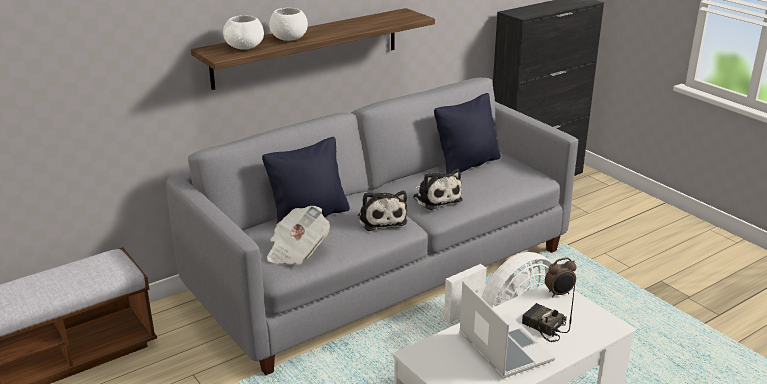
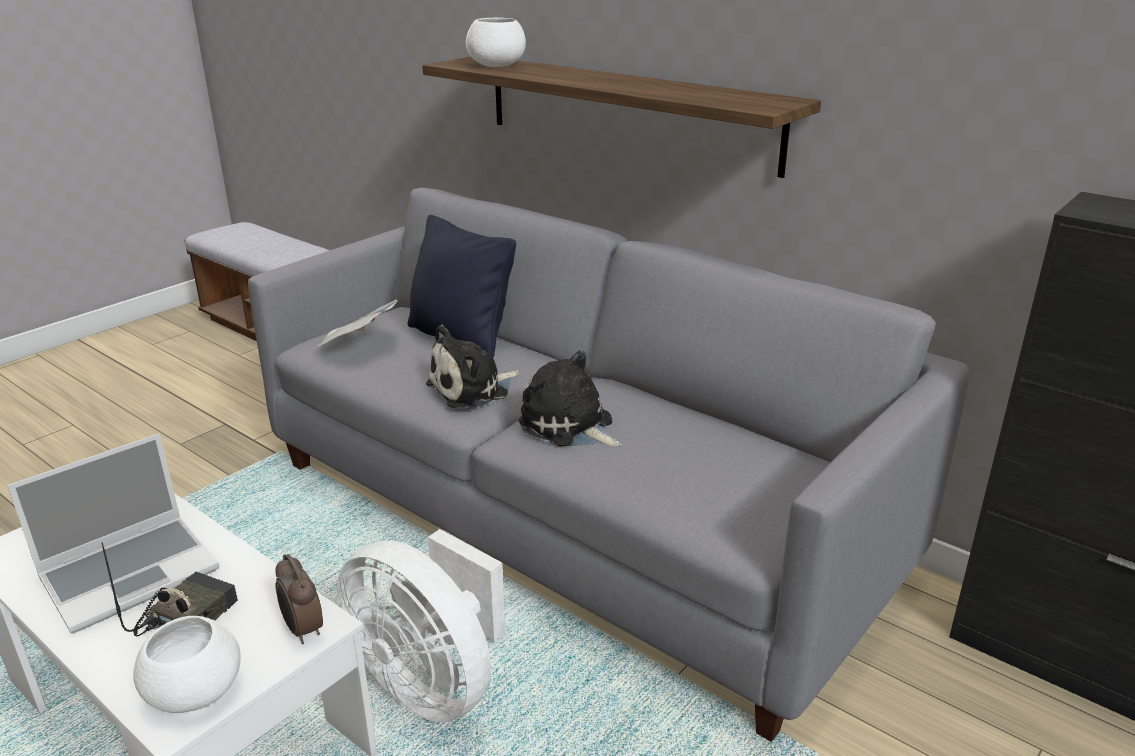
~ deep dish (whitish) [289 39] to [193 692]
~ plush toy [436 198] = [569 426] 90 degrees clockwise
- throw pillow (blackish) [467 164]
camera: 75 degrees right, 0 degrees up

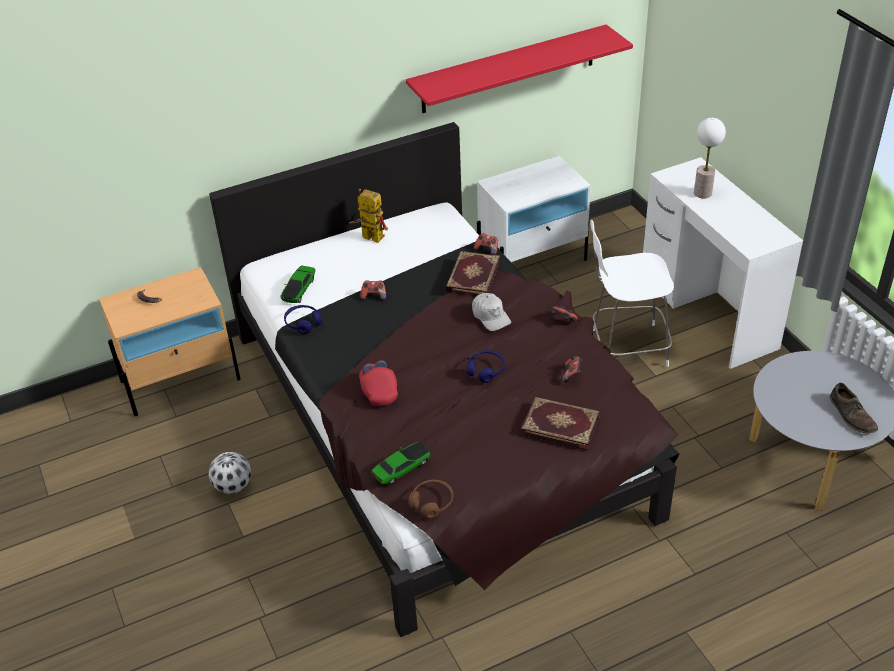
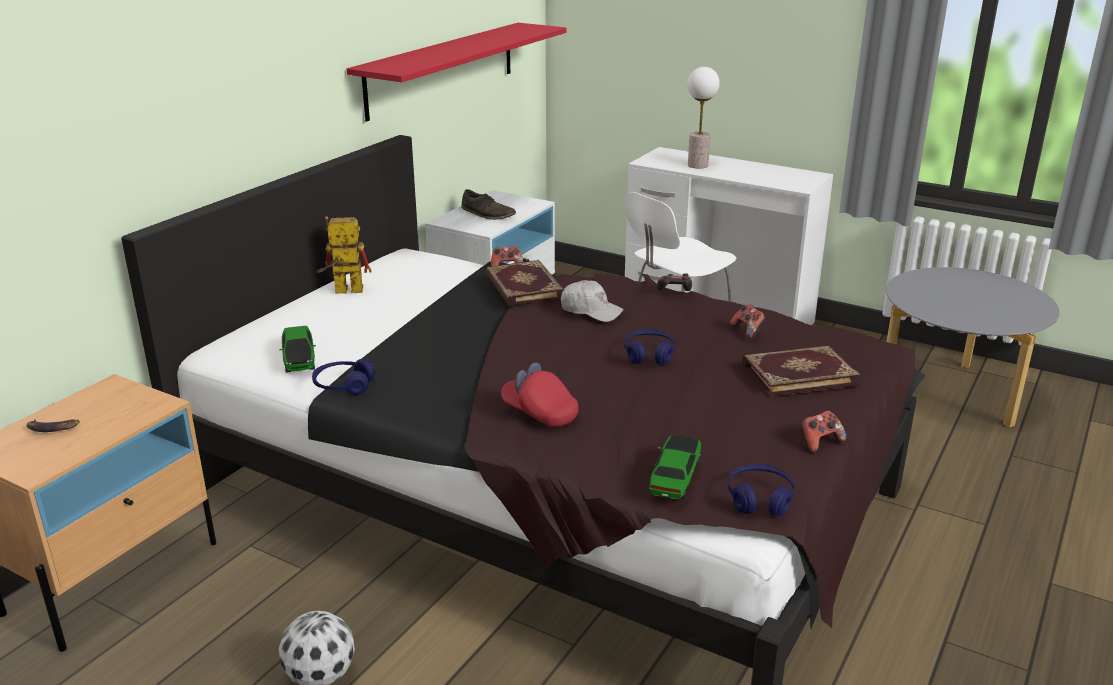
~ game controller [374 296] to [819 442]
~ headset (brownish) [432 503] to headset (blue-coloured) [759 499]
~ low shoe (brownish) [852 415] to [488 214]
camera: 35 degrees left, 15 degrees down

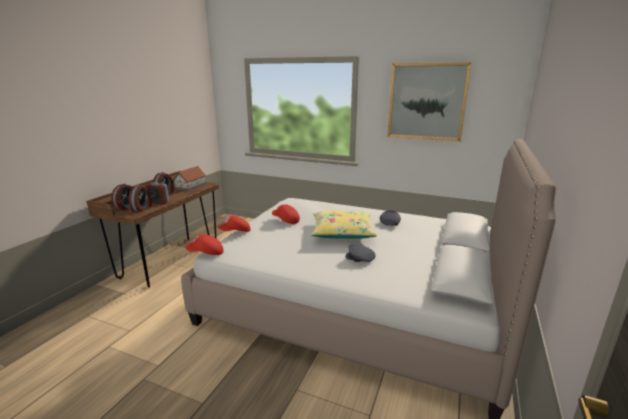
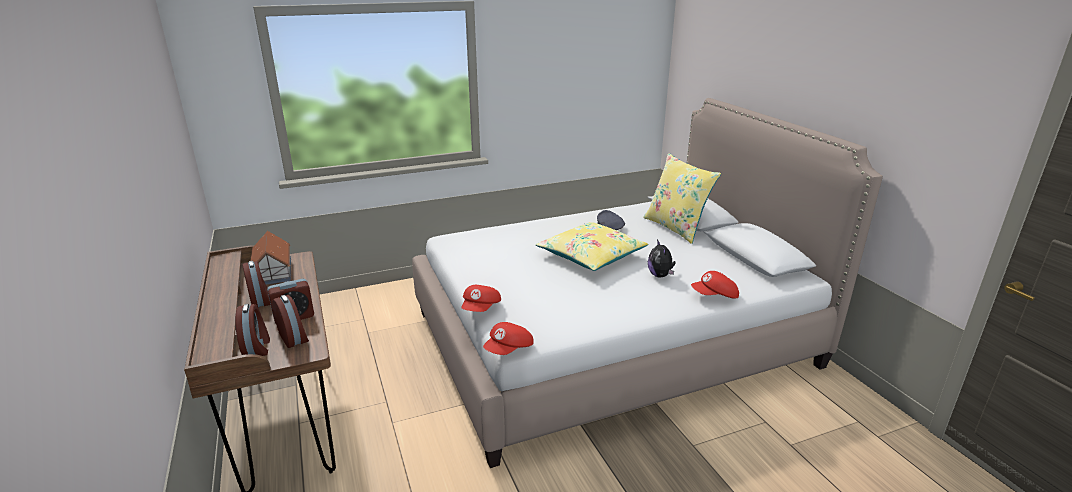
~ peaked cap (red-coloured) [285 220] to [715 296]
~ peaked cap (gray) [360 258] to plush toy [660 275]
- wall art [426 102]
+ throw pillow (yellow-coloured) [676 228]
camera: 45 degrees left, 5 degrees up

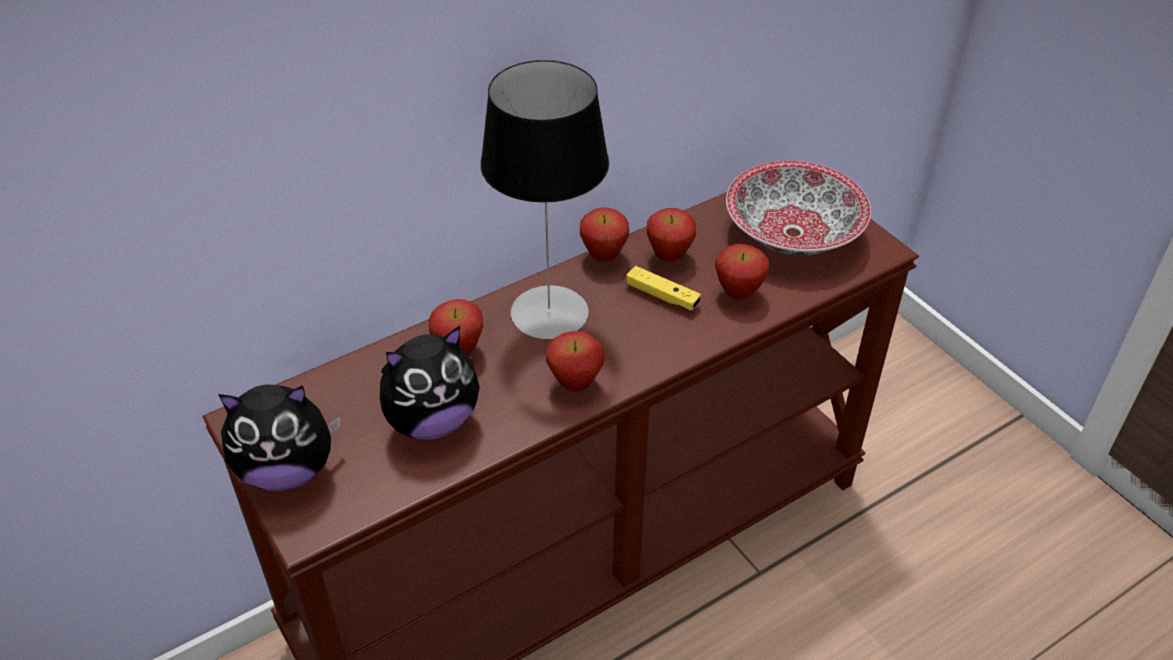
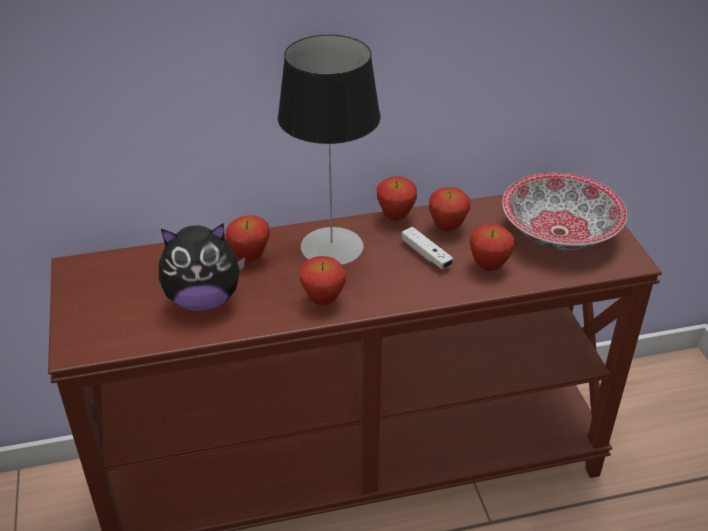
- plush toy [287 470]
~ game controller (yellow-coloured) [662 296] to game controller (whitish) [426 254]
camera: 20 degrees right, 5 degrees down

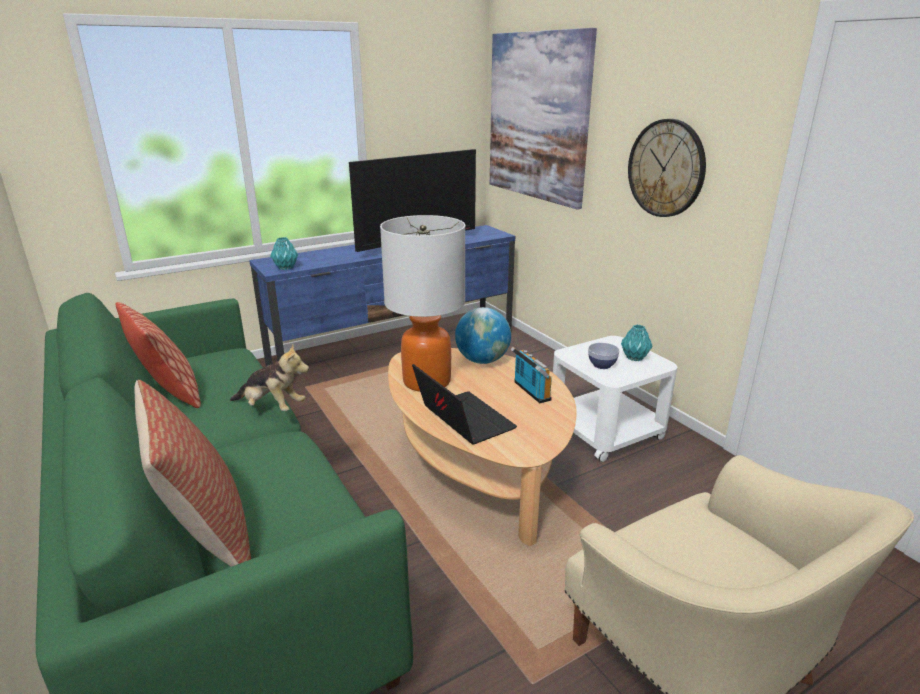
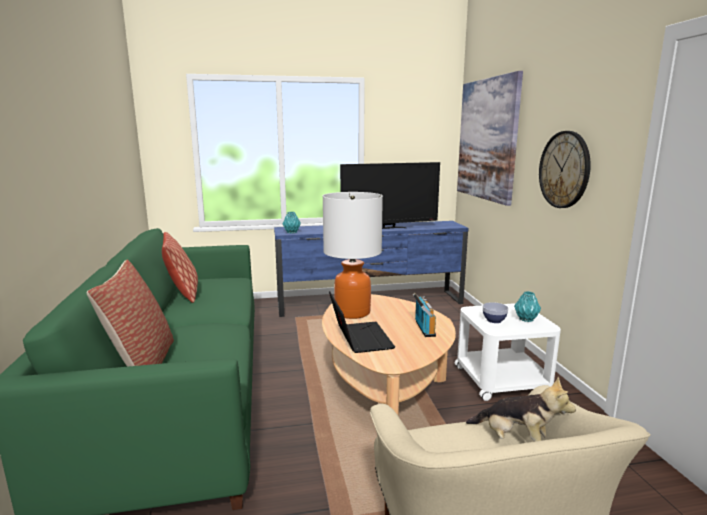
~ plush toy [272 407] to [516 442]
- desk globe [482 360]
camera: 20 degrees right, 10 degrees down

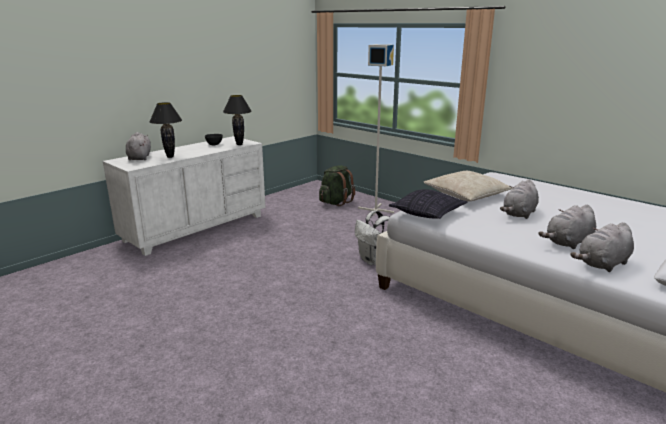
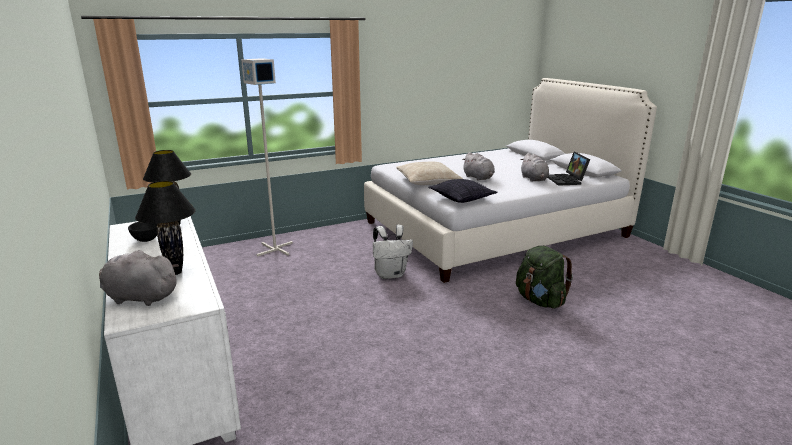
~ rucksack (green-coloured) [336 202] to [540 301]
~ plush toy (gray) [602 264] to laptop [567 180]
camera: 70 degrees left, 0 degrees up

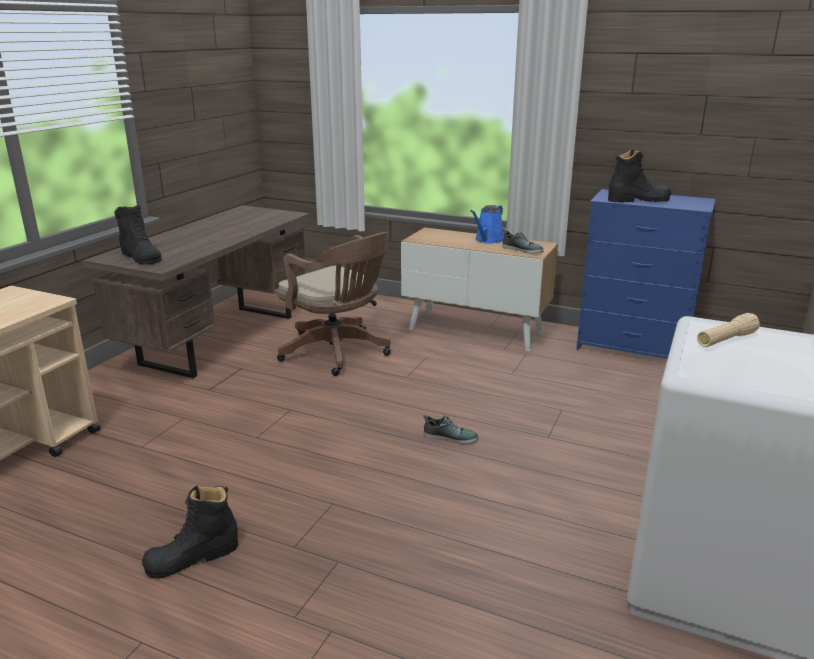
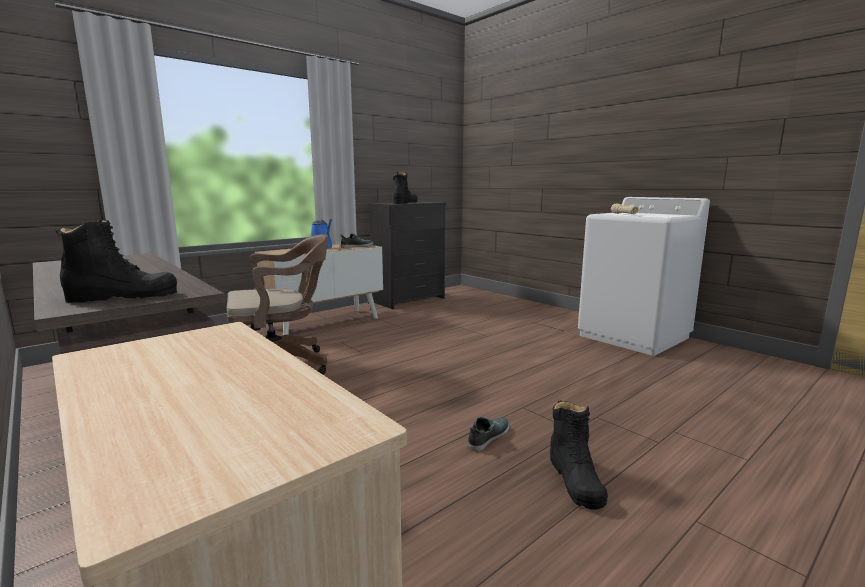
~ low shoe [450 437] to [488 437]
~ drawer chest (blue-coloured) [633 348] to drawer chest (blackish) [410 300]
camera: 65 degrees left, 10 degrees down

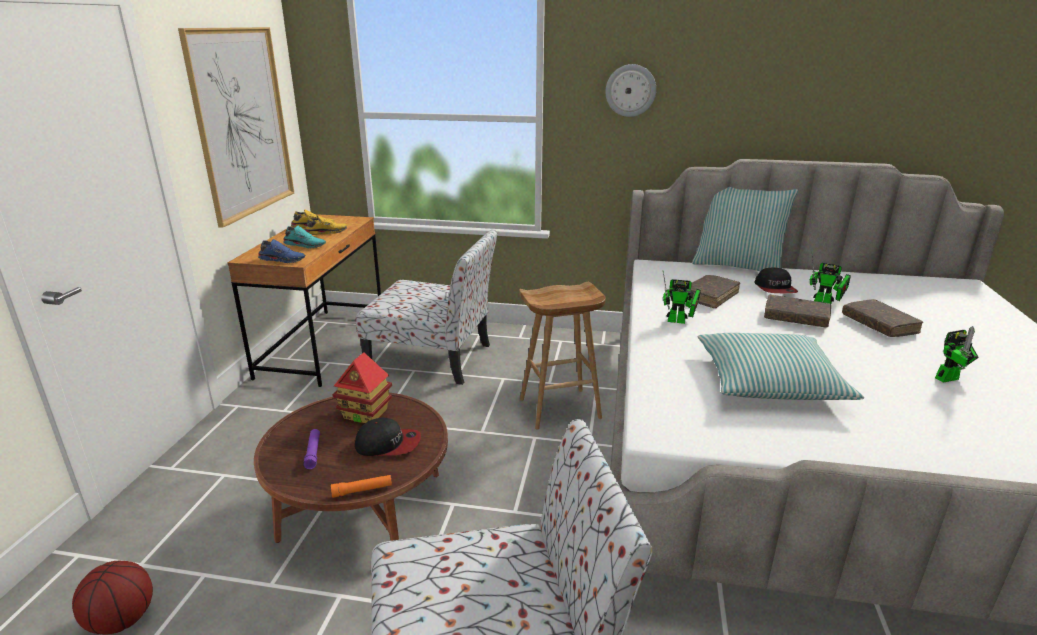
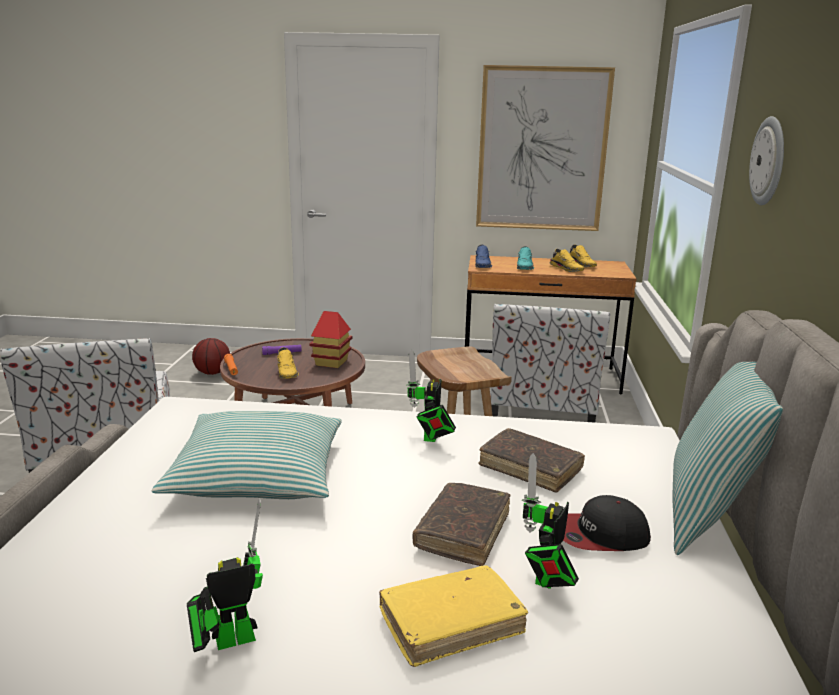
~ peaked cap [388 444] to low shoe (yellow-coloured) [287 372]
~ volume (brownish) [879 325] to volume (yellow-coloured) [451 623]
~ robot figure [949 378] = [228 641] 90 degrees clockwise
camera: 85 degrees right, 5 degrees down

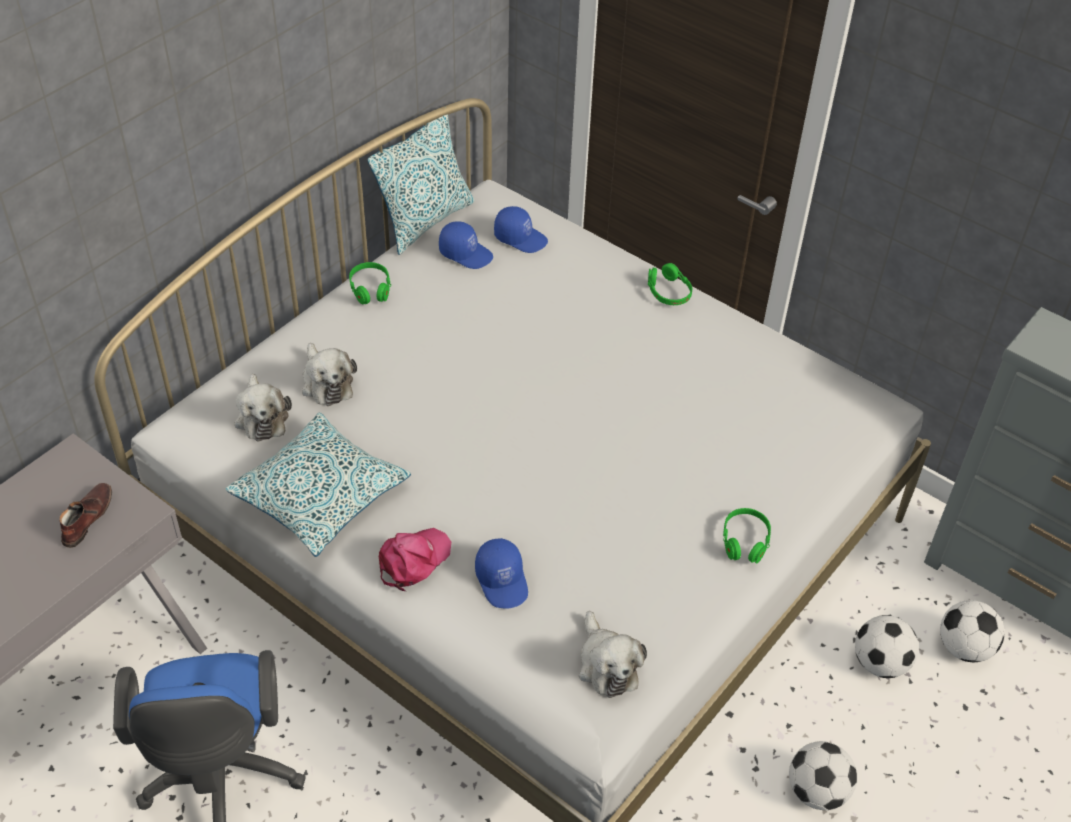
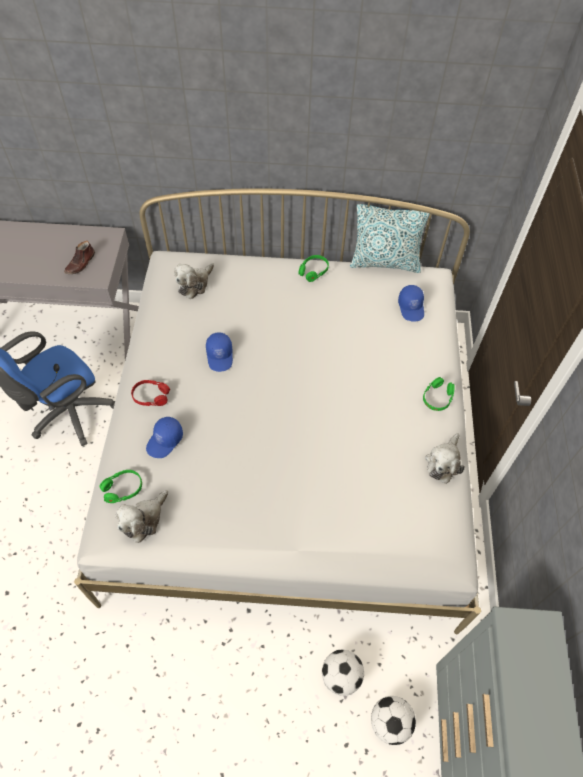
~ low shoe (brownish) [87 518] = [81 263] 135 degrees clockwise
- throw pillow [320 495]
~ plush toy [326 383] to [443 462]
~ peaked cap (pinkish) [413 560] to headset (red-coloured) [151 396]
~ peaked cap (blue-coloured) [466 253] to [220 356]
~ headset (green-coloured) [745 541] to [123 489]
- football ball [817 791]
camera: 55 degrees right, 10 degrees up

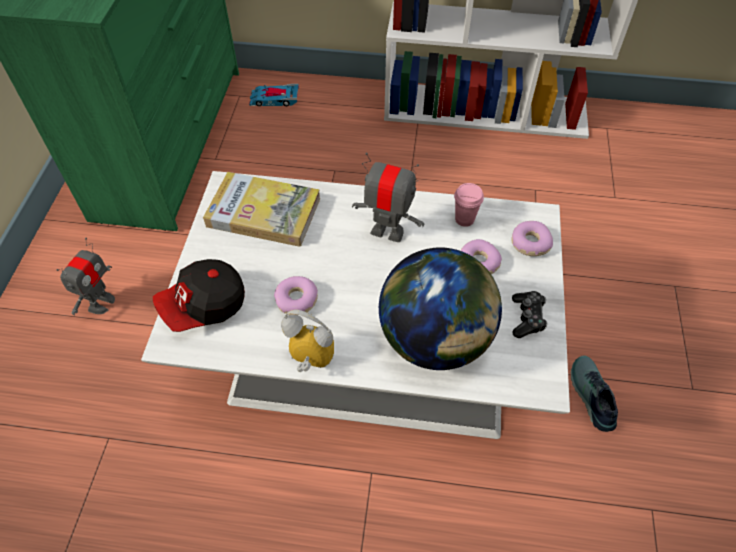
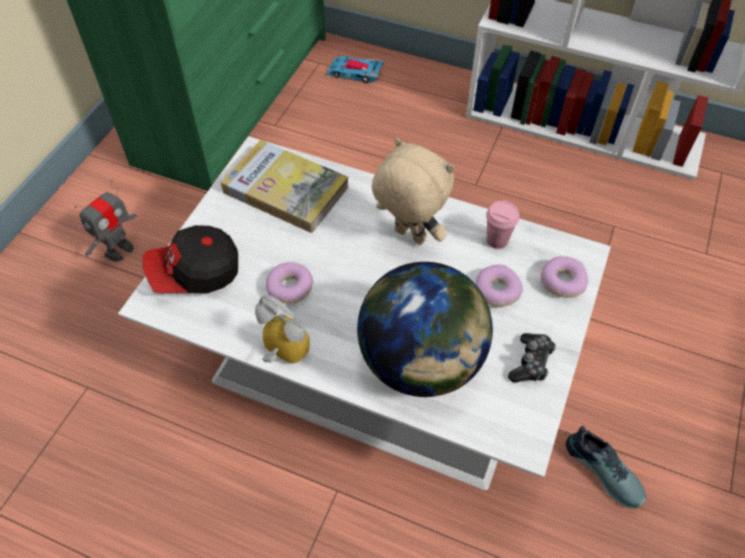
~ robot figure [387 232] to plush toy (beige-coloured) [408 236]
~ low shoe [590 396] = [605 470] 135 degrees clockwise
camera: 15 degrees right, 0 degrees up

